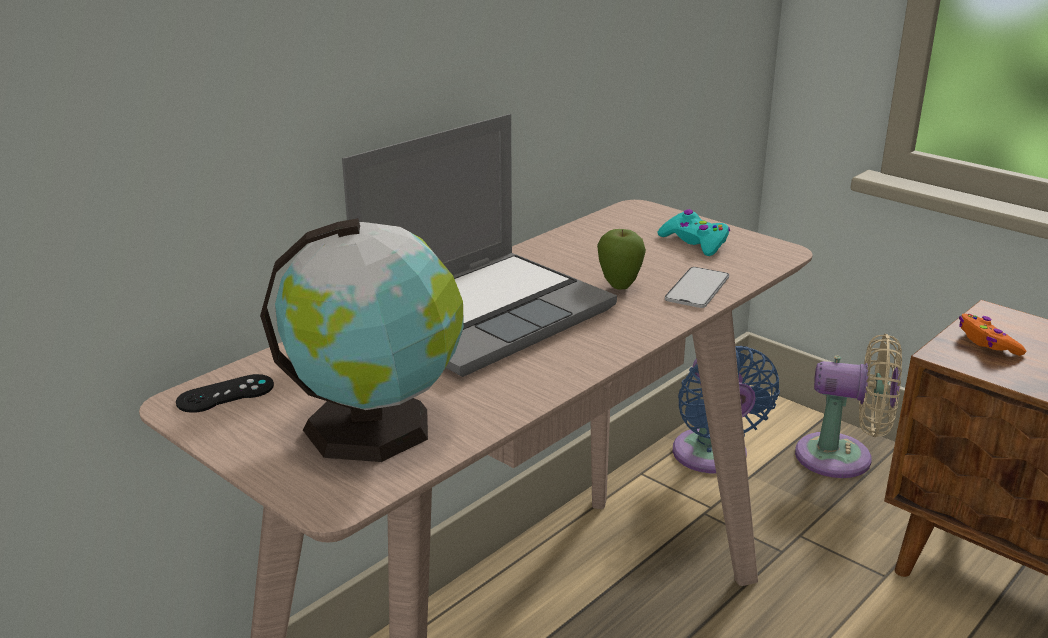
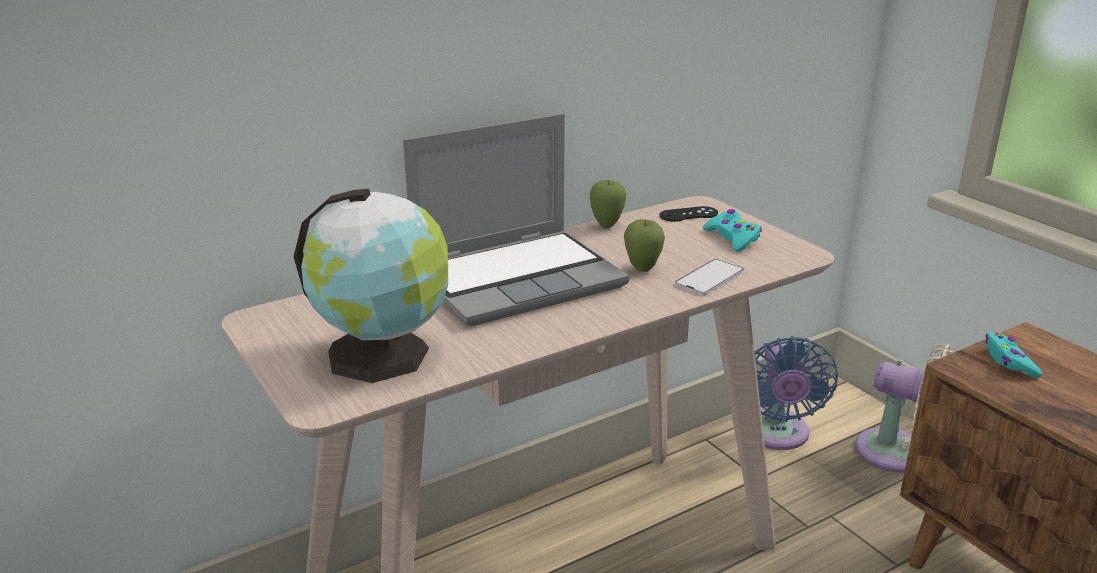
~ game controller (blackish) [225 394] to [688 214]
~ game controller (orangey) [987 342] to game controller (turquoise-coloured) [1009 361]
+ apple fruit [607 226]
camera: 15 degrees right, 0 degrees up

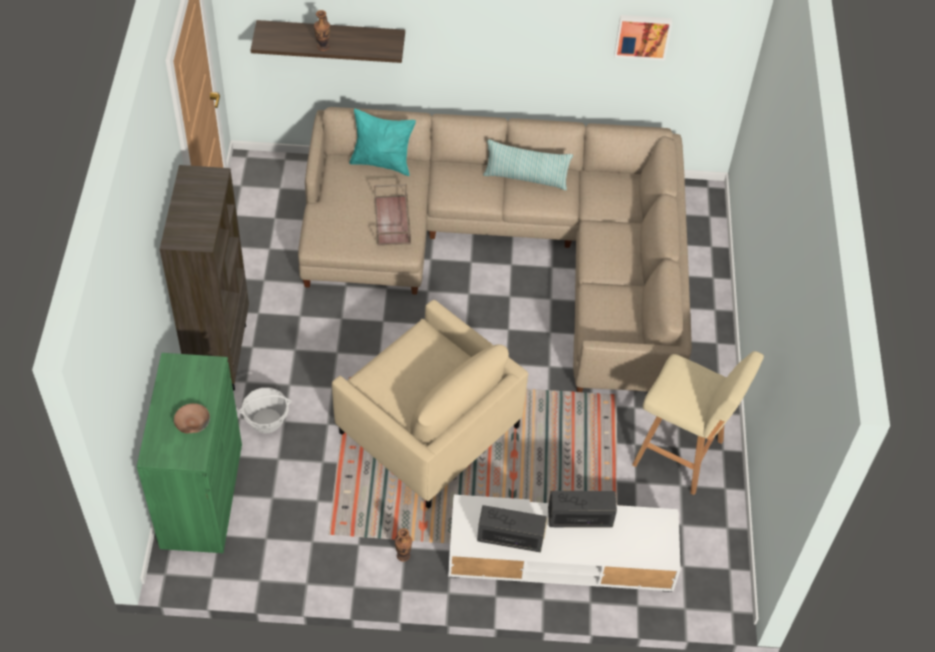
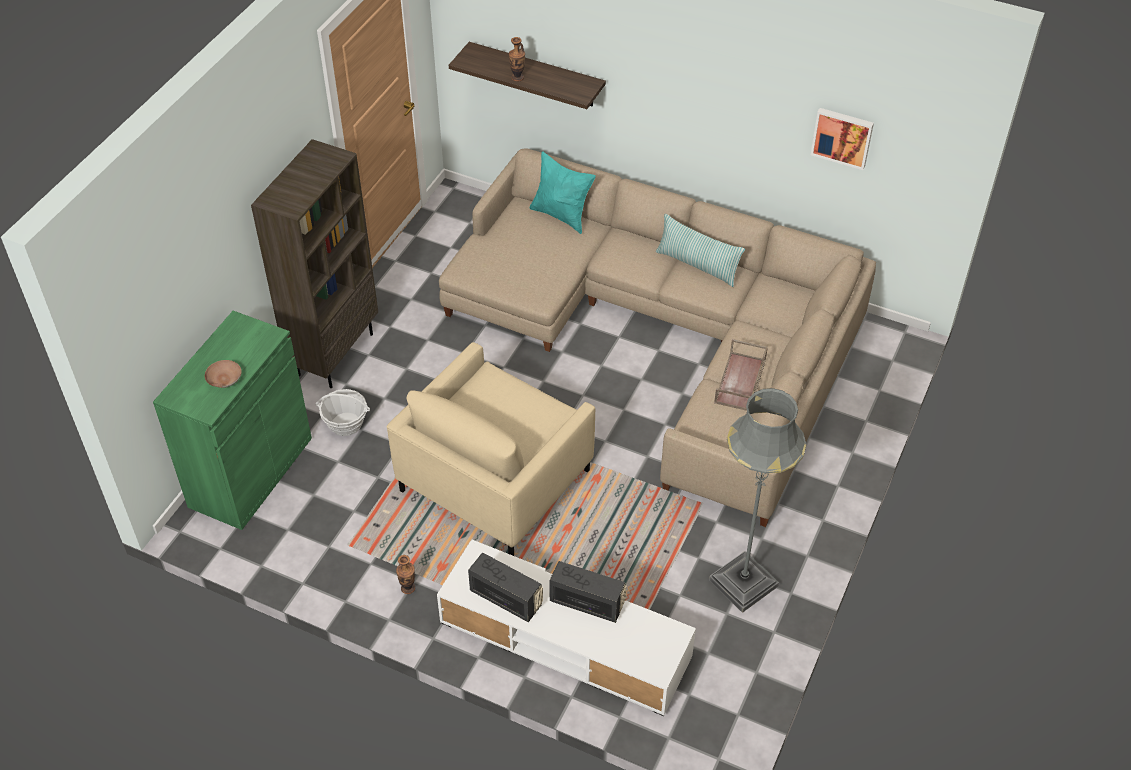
~ easy chair (beige-coloured) [428 430] = [494 479] 60 degrees clockwise
~ tray (brownish) [393 221] to [740 382]
~ stool (beige-coloured) [681 454] to standing lamp (gray) [743 583]
camera: 25 degrees right, 5 degrees down

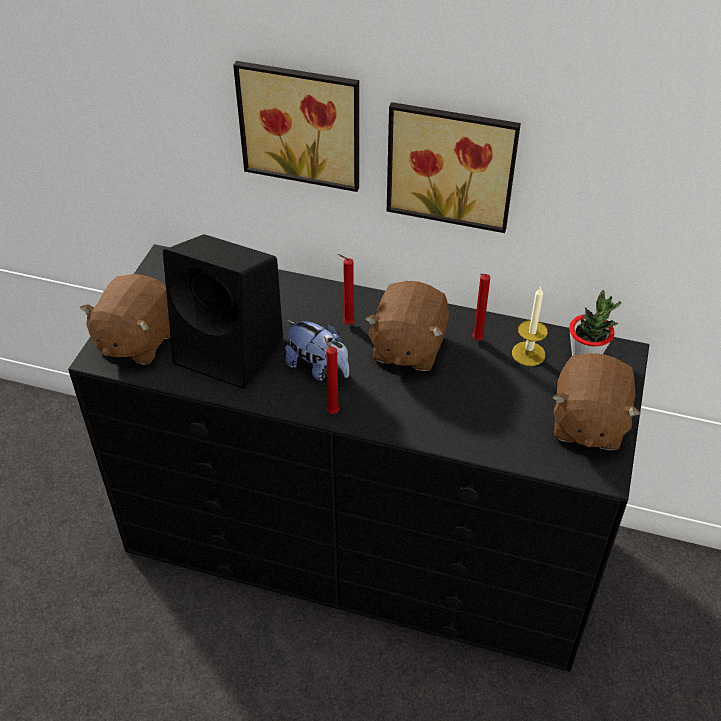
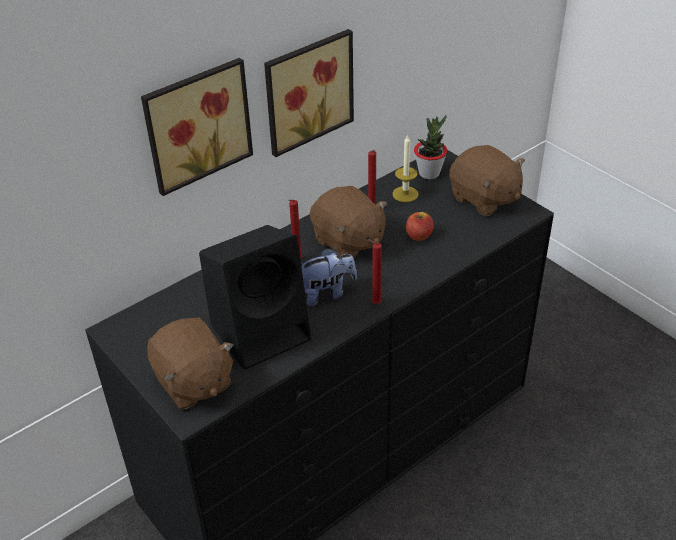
+ apple fruit [419 235]
camera: 55 degrees left, 5 degrees down

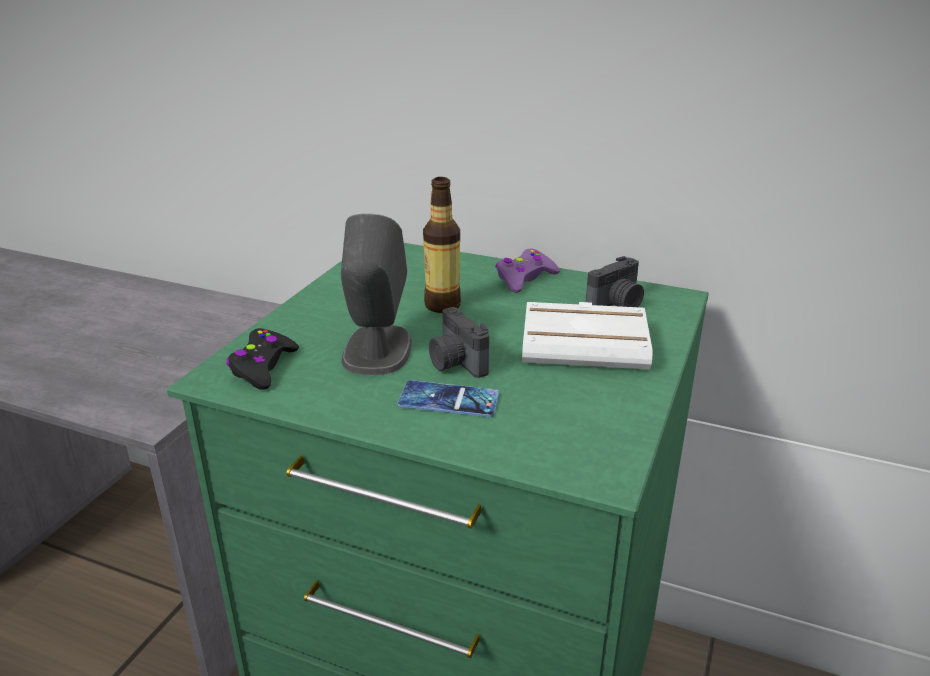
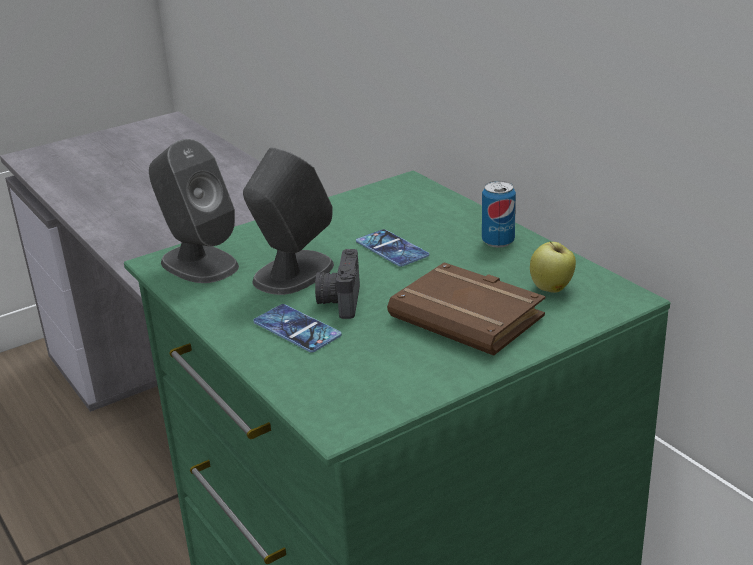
~ game controller (blackish) [263 367] to speaker (gray) [198 263]
~ drink bottle [442 305] to handset [392 249]
~ game controller (purple-coloured) [525 278] to can [498 241]
~ volume (whitish) [587 344] to volume (brownish) [471 317]
~ still camera [617 305] to apple fruit [552 289]
camera: 35 degrees right, 0 degrees up

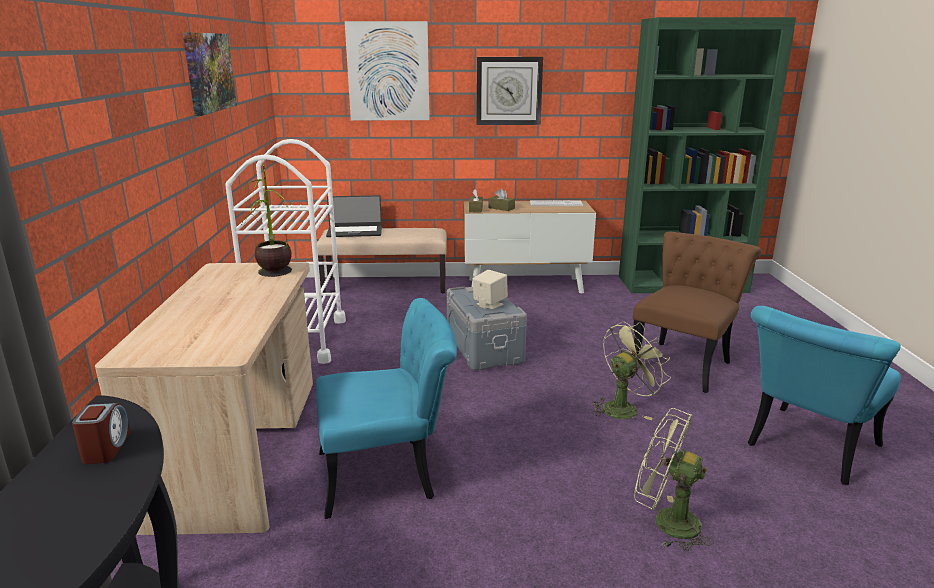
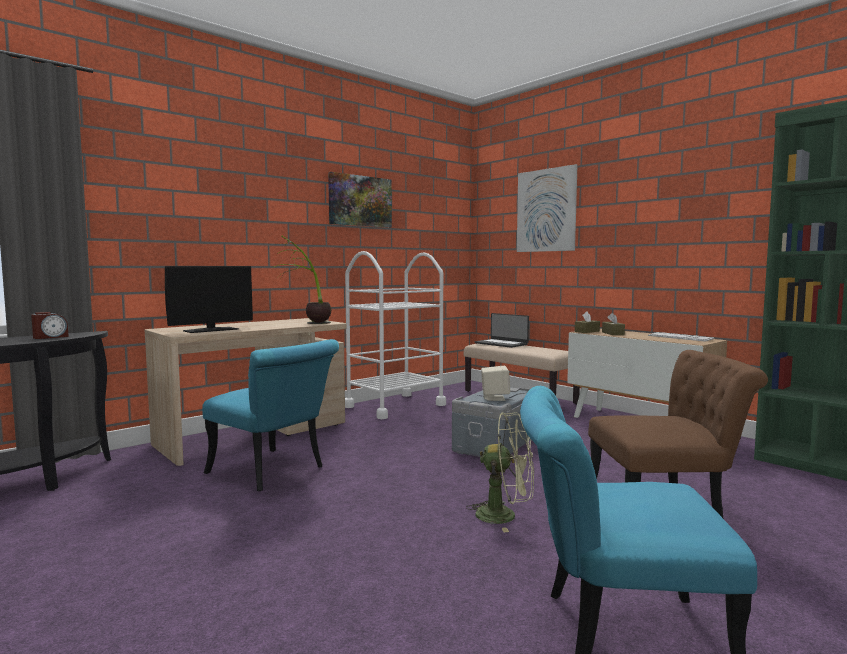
- wall clock [509 91]
- fan (green-coloured) [666 522]
+ computer screen [211 330]
camera: 50 degrees right, 15 degrees down

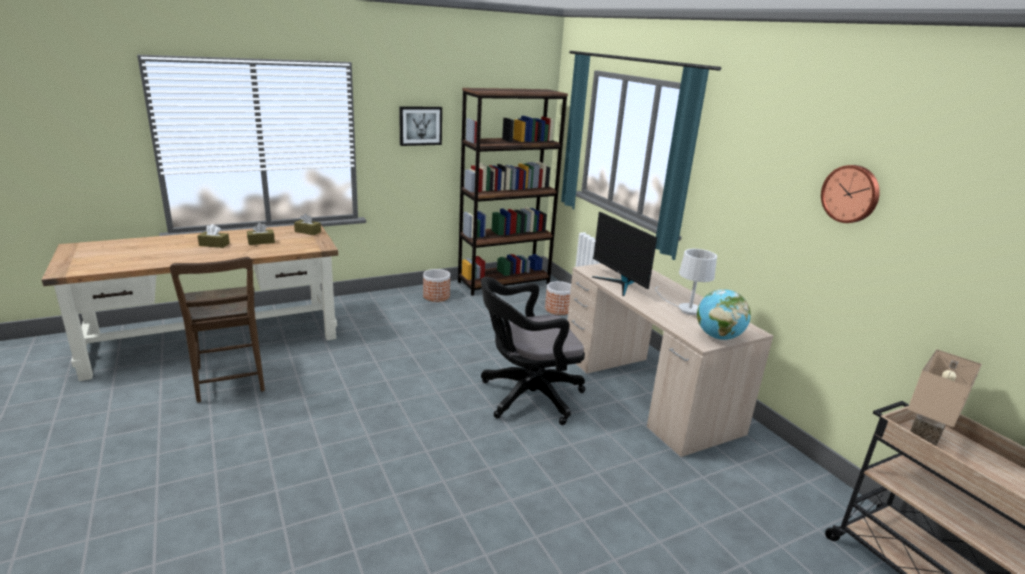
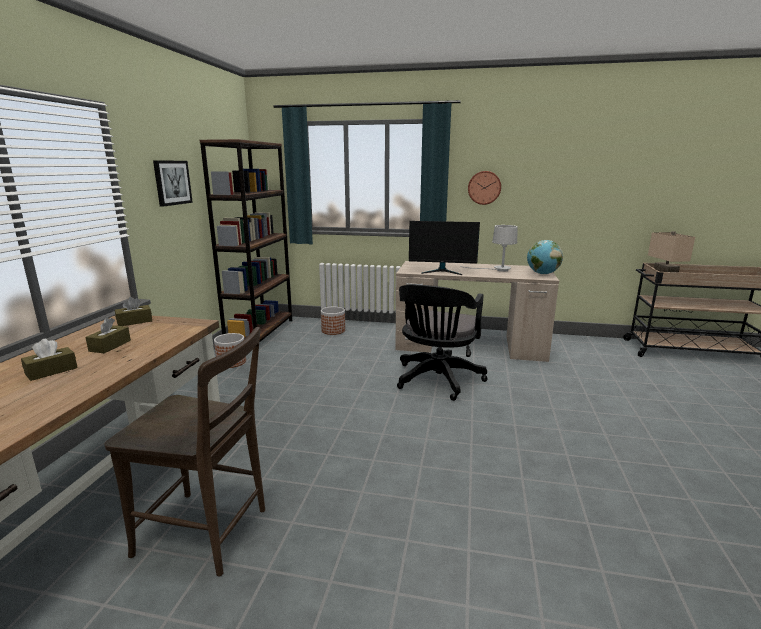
~ wall clock [851 194] to [484 187]
camera: 50 degrees left, 5 degrees down

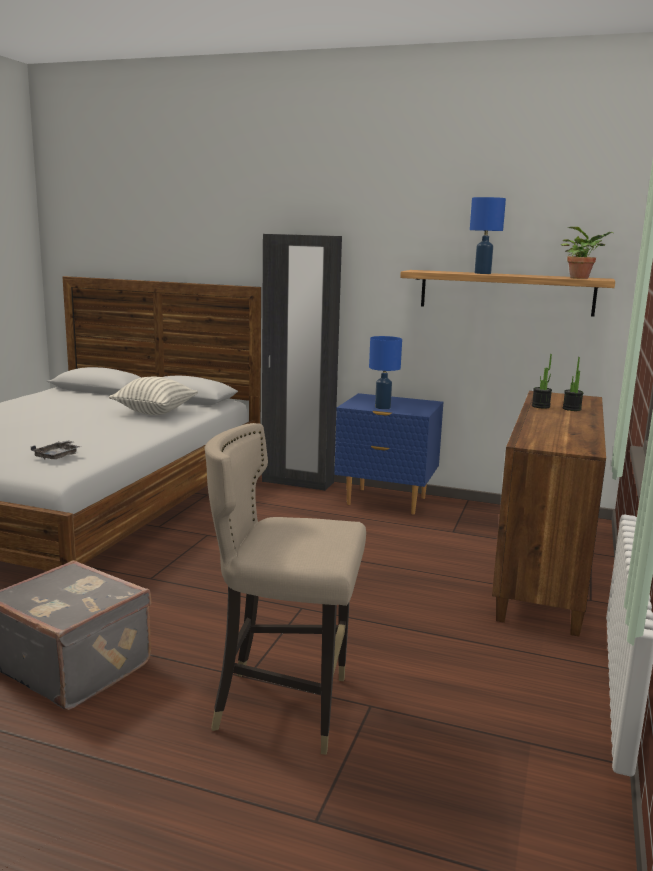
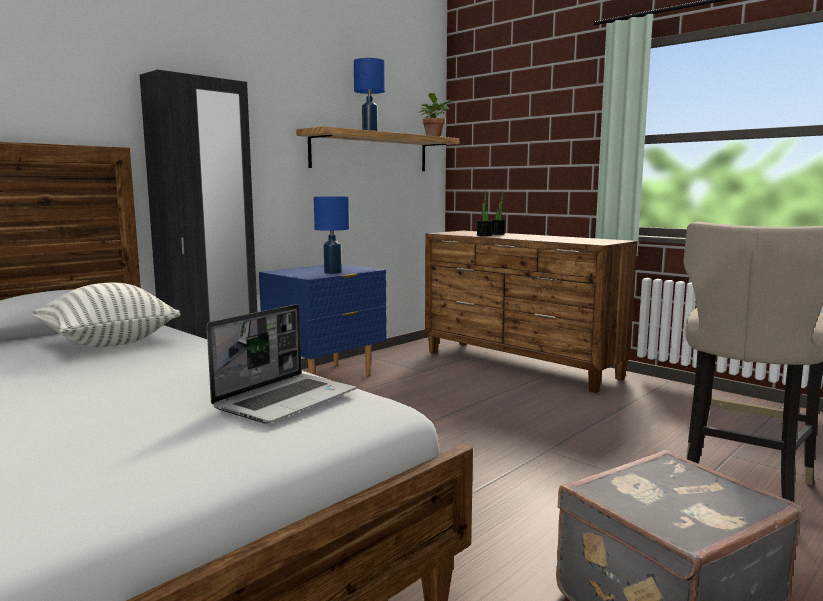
~ tray (gray) [58 456] to laptop [286 400]
camera: 65 degrees left, 5 degrees down

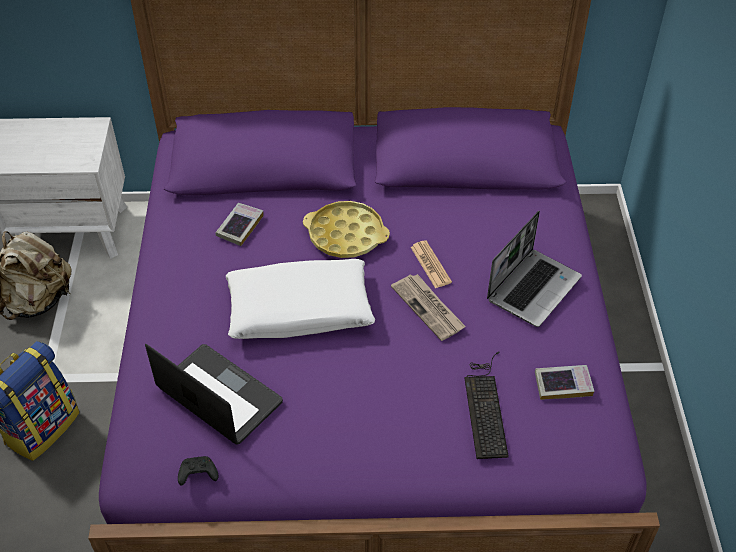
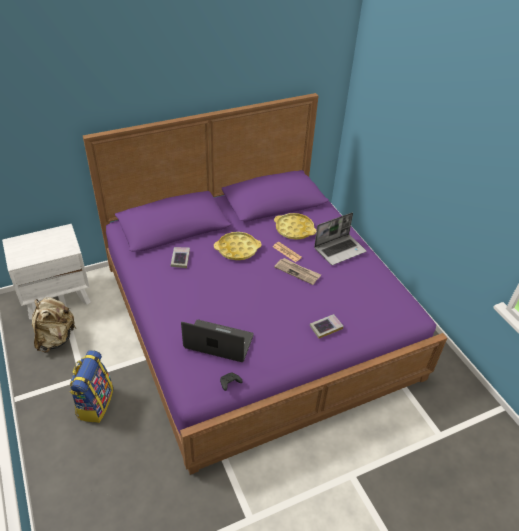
- throw pillow (whitish) [299 310]
- keyboard [485 406]
~ laptop [533 287] = [340 250] 45 degrees clockwise
~ volume [563 384] to [326 327]
+ tray (yellow-coloured) [294 229]
camera: 25 degrees left, 5 degrees down

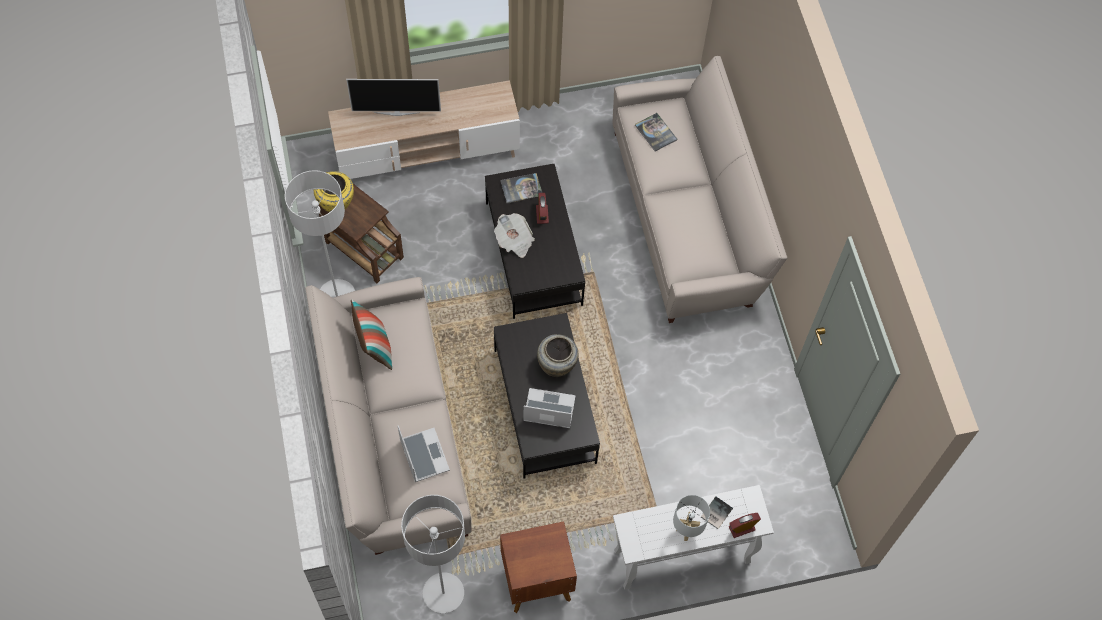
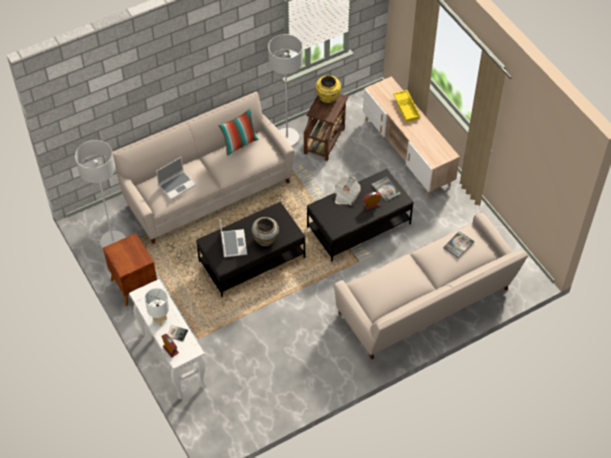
~ television [397 112] to tray (yellow-coloured) [407 108]
camera: 75 degrees right, 10 degrees down

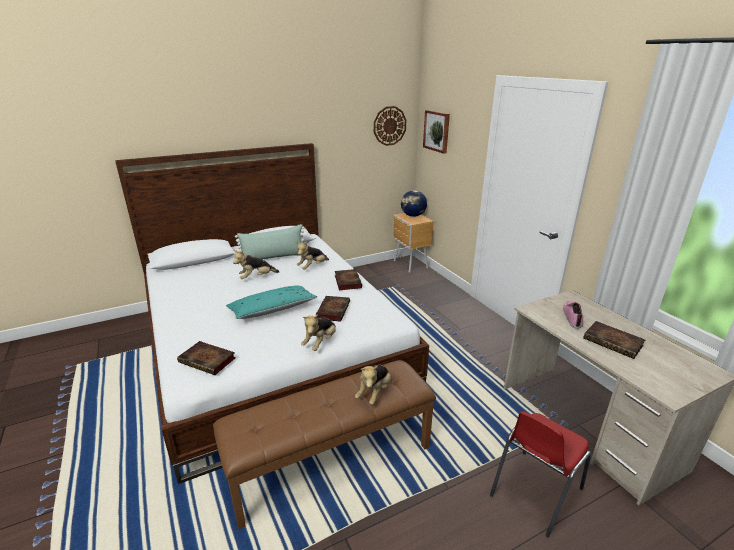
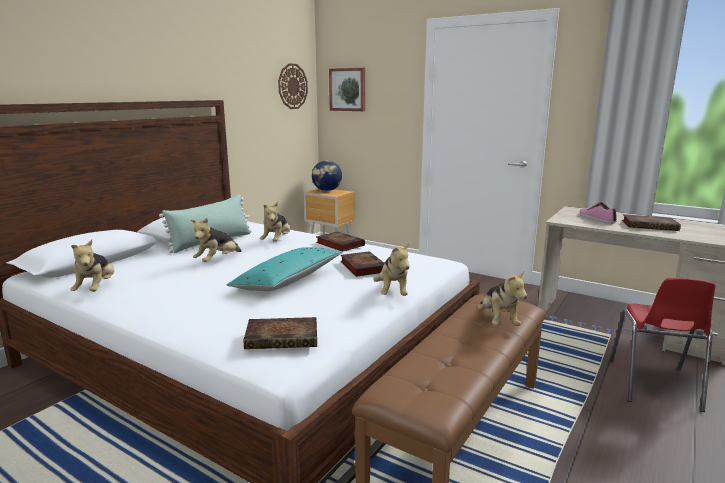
+ plush toy [96 289]
camera: 30 degrees left, 10 degrees down

